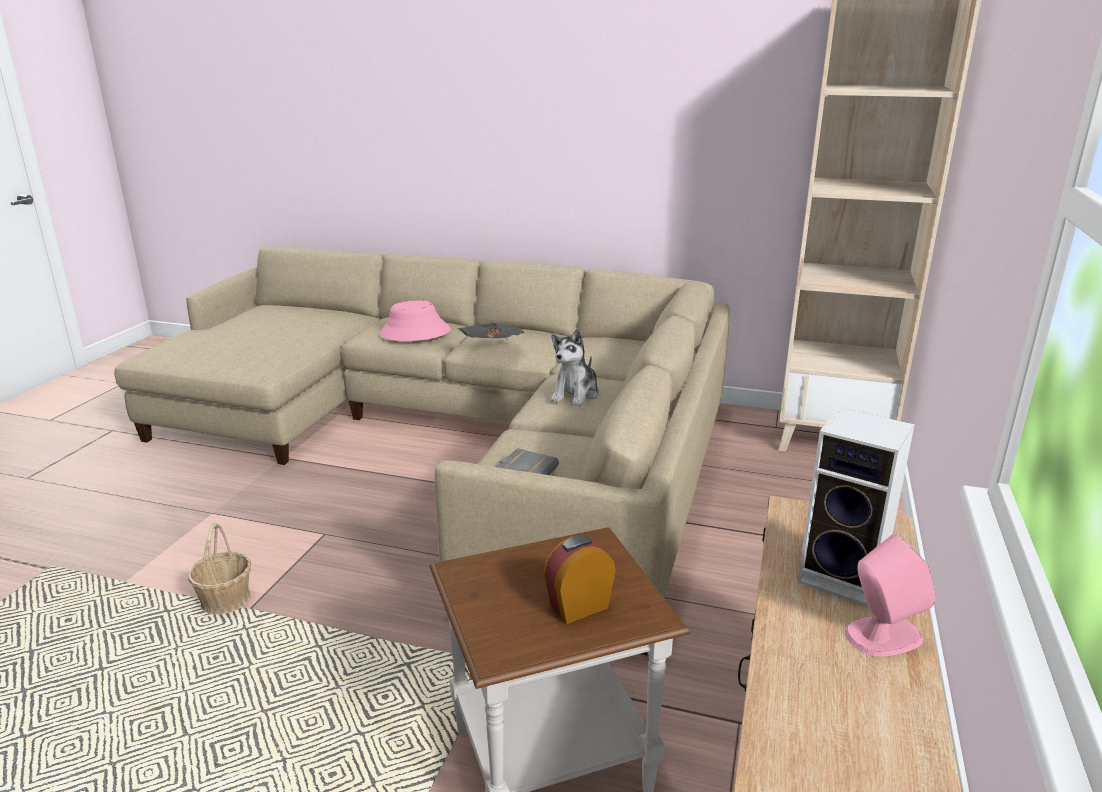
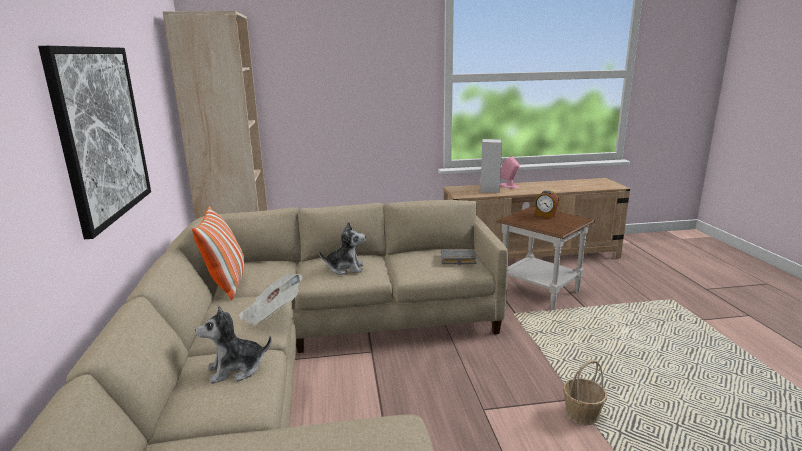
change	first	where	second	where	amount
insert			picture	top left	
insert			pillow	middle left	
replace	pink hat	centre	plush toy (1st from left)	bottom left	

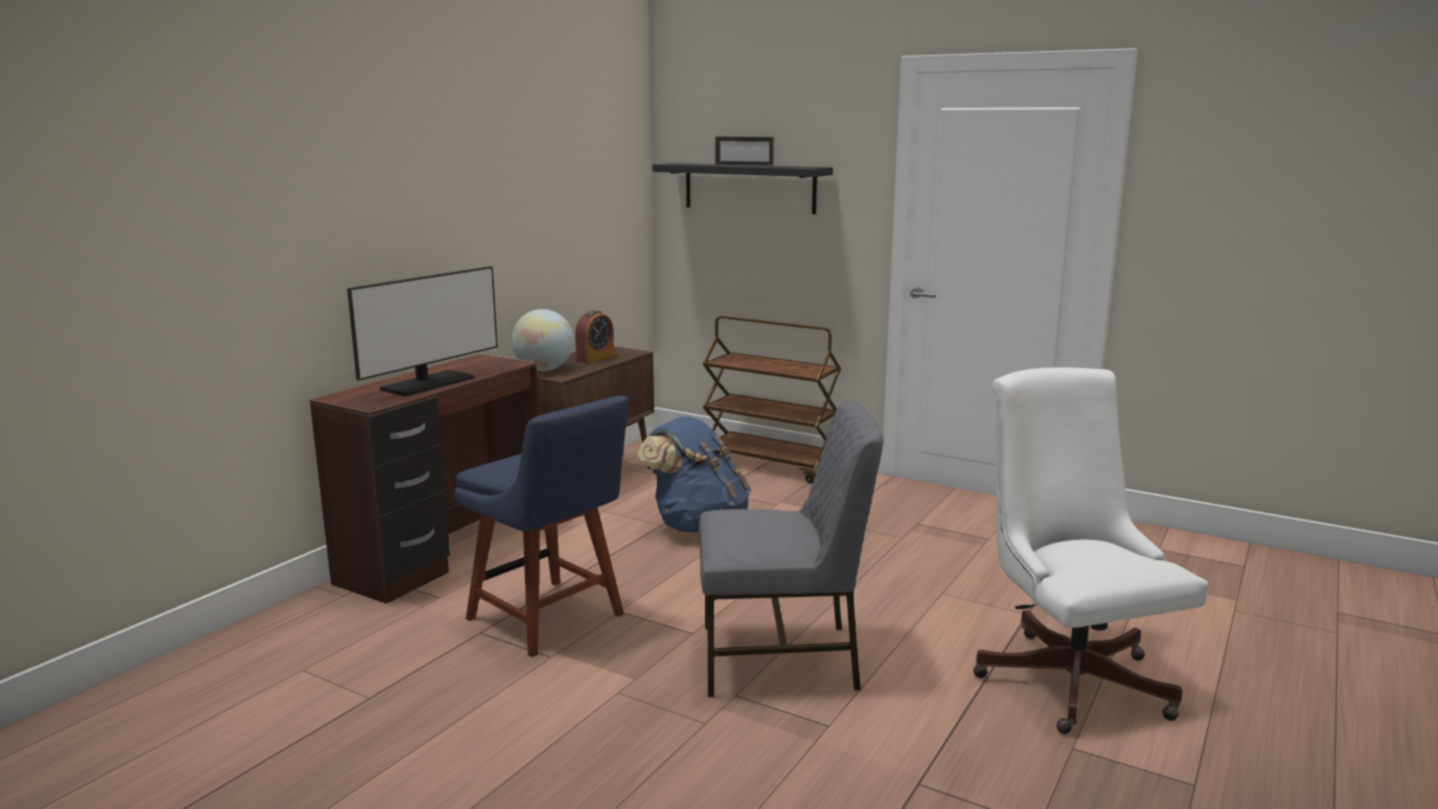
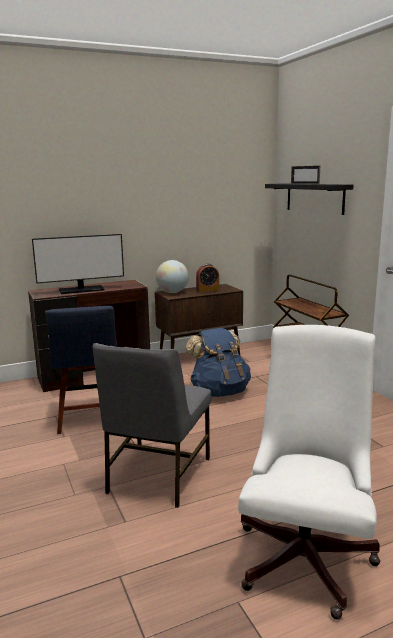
change	first	where	second	where	amount
rotate	grey chair	bottom centre		centre	75 degrees clockwise

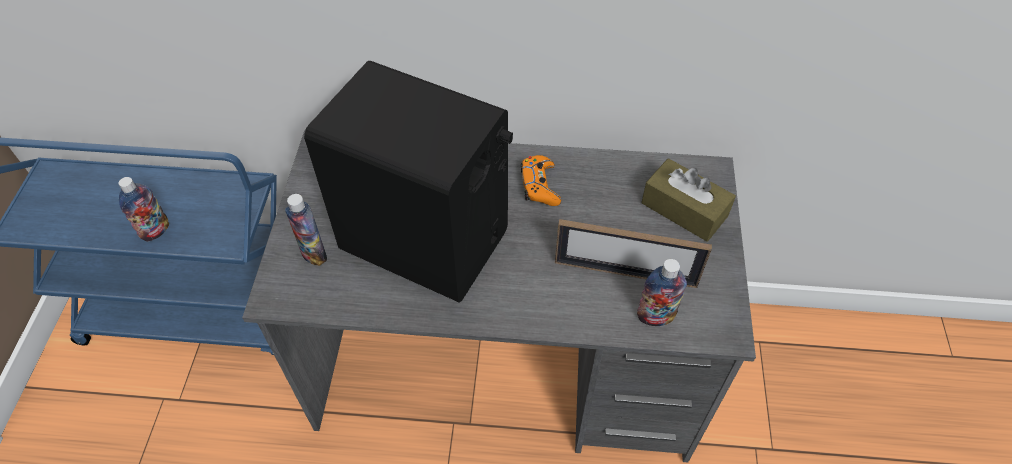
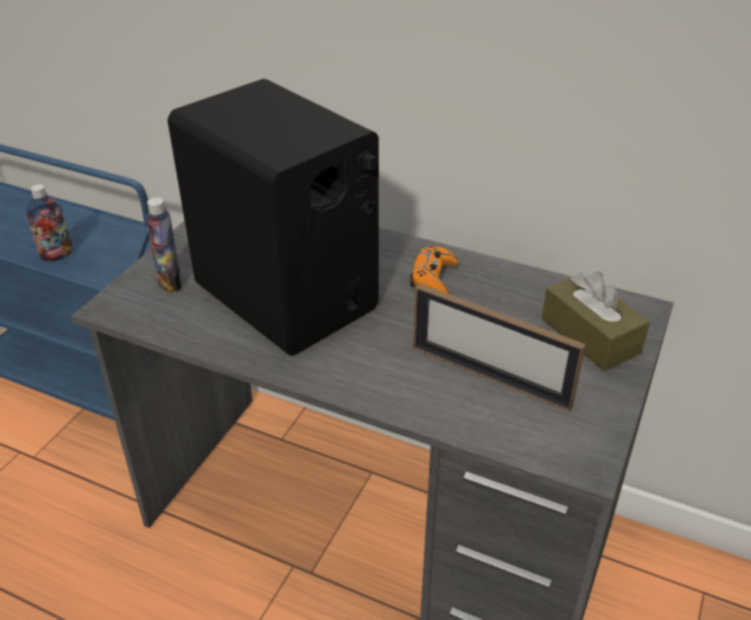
change	first	where	second	where	amount
delete	bottle (3rd from left)	centre			

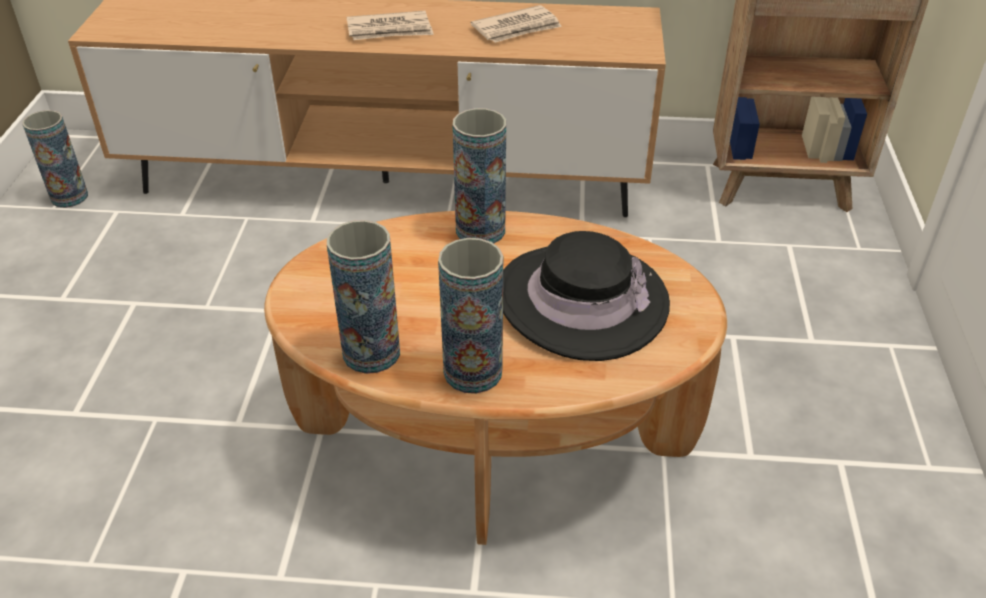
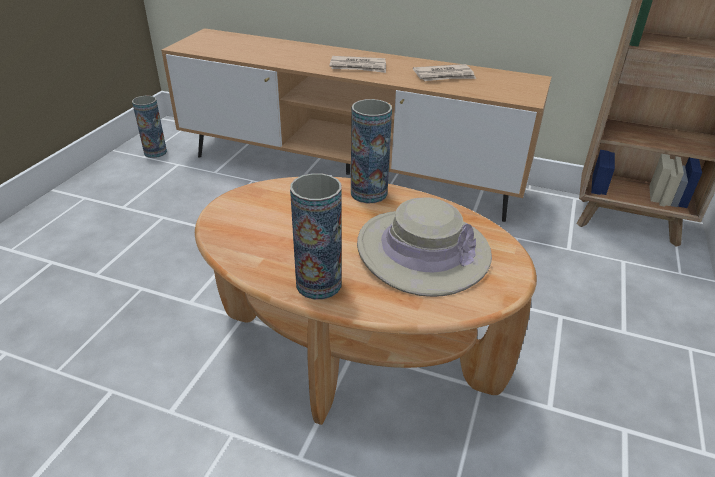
change	first	where	second	where	amount
recolor	black hat	centre	beige hat	centre	
delete	vase (2nd from left)	centre			

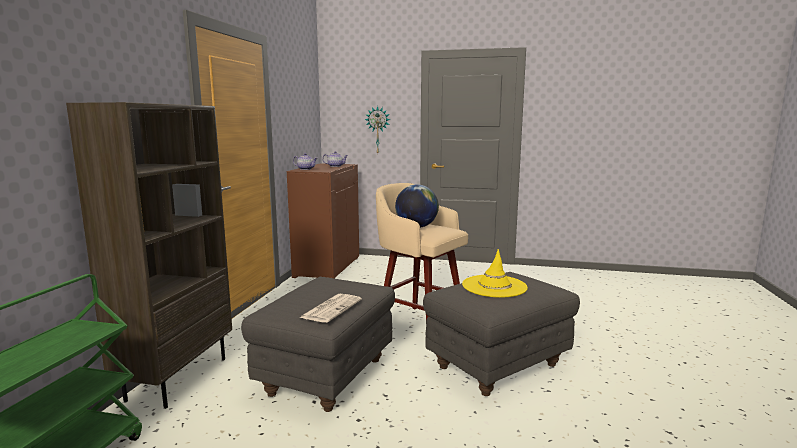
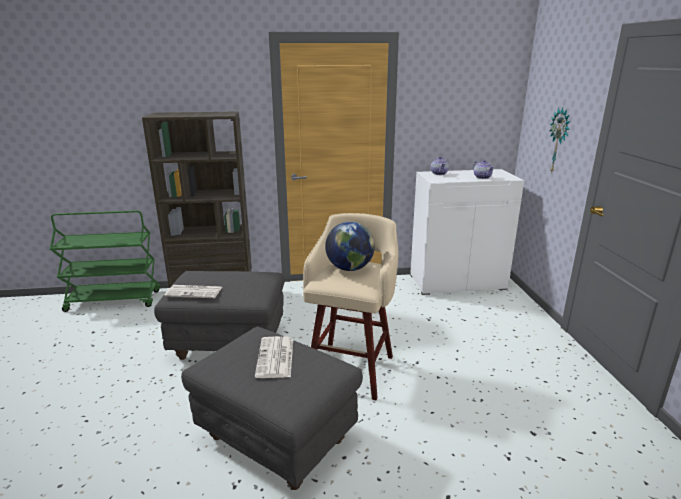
change	first	where	second	where	amount
replace	yellow hat	centre	newspaper (2nd from left)	bottom centre	
recolor	brown cabinet	centre	white cabinet	middle right	

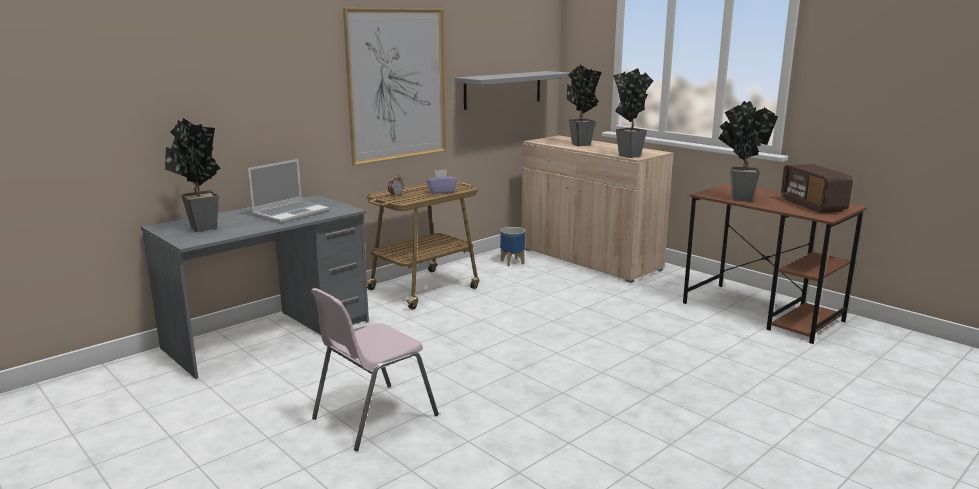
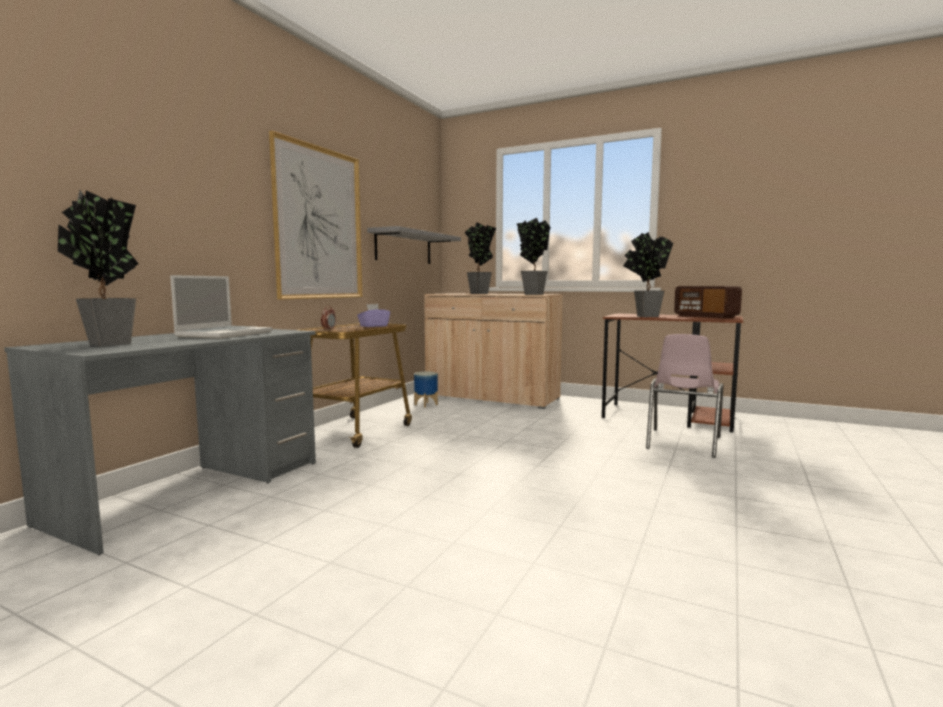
change	first	where	second	where	amount
move	pink chair	bottom centre		middle right	

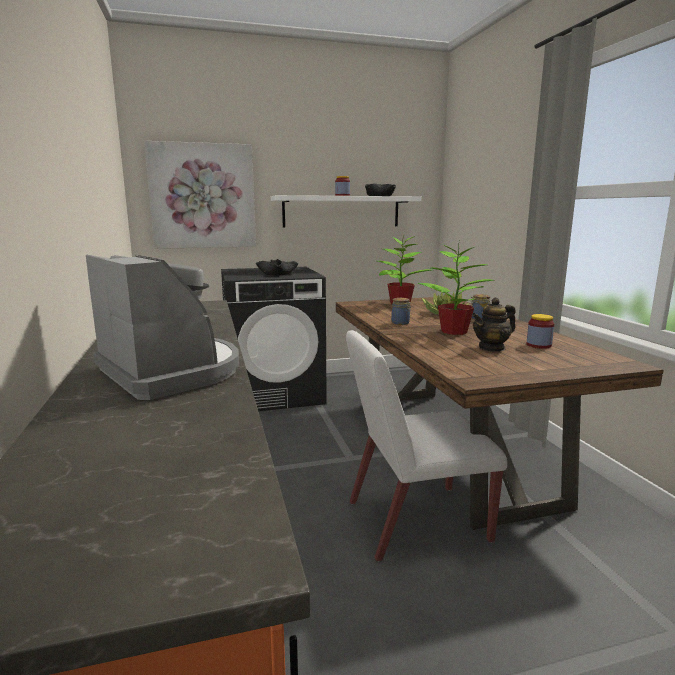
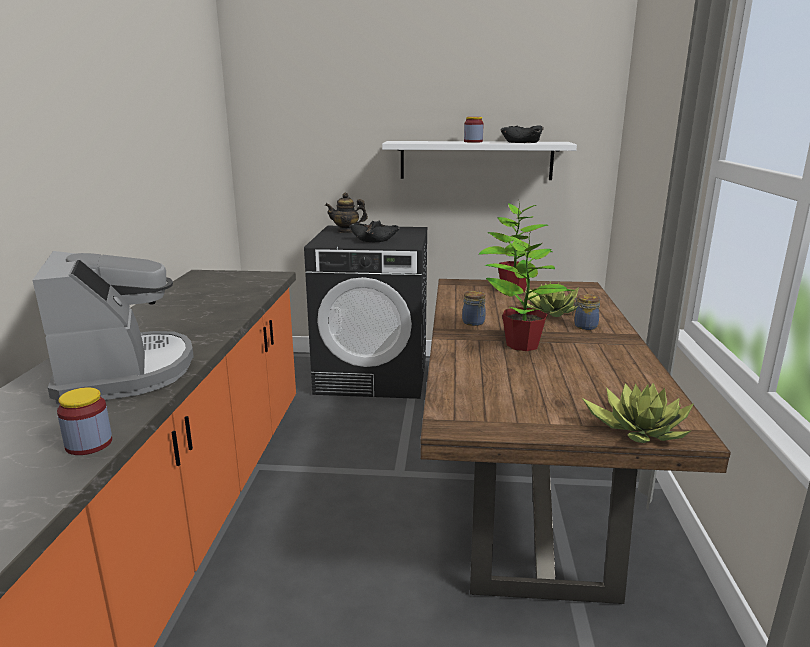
change	first	where	second	where	amount
move	jar (4th from left in the first image)	middle right	jar (1st from left)	middle left	
move	teapot	middle right		top centre	
insert			potted plant (4th from left)	middle right	
delete	picture	top left			
delete	white chair	centre			

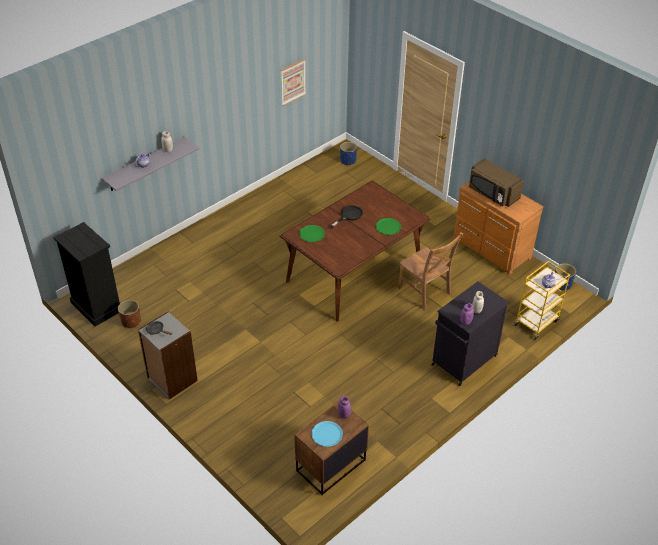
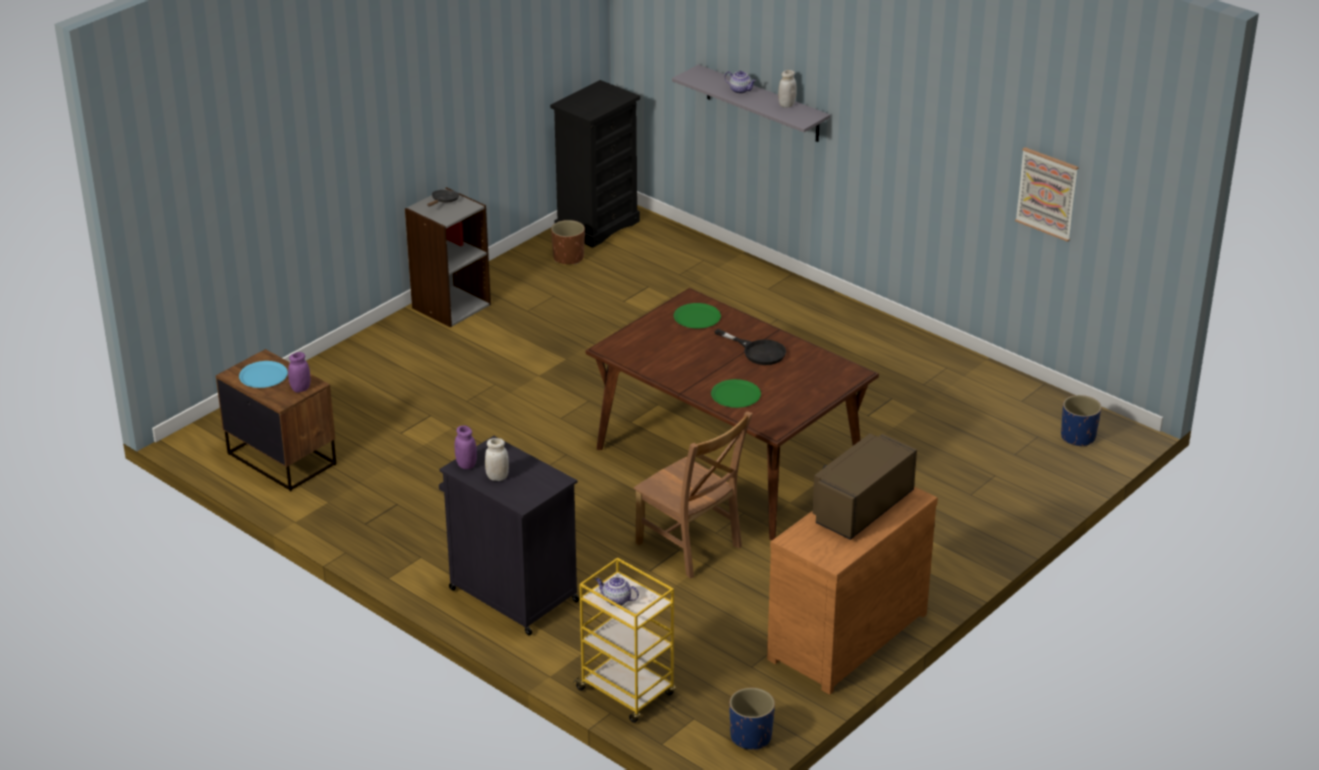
change	first	where	second	where	amount
rotate	brown chair	centre		centre	90 degrees counterclockwise

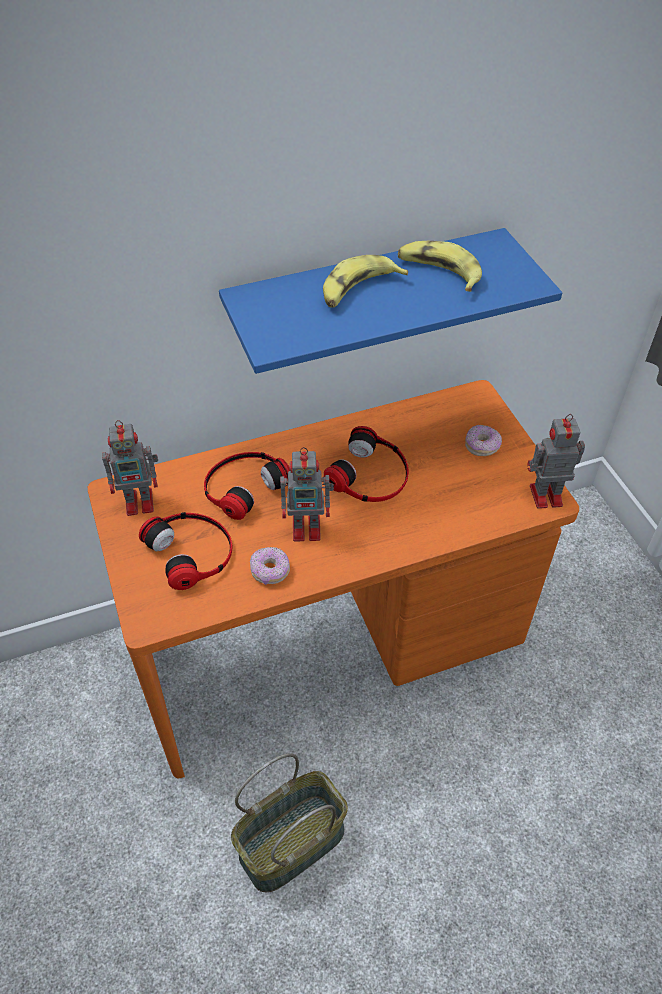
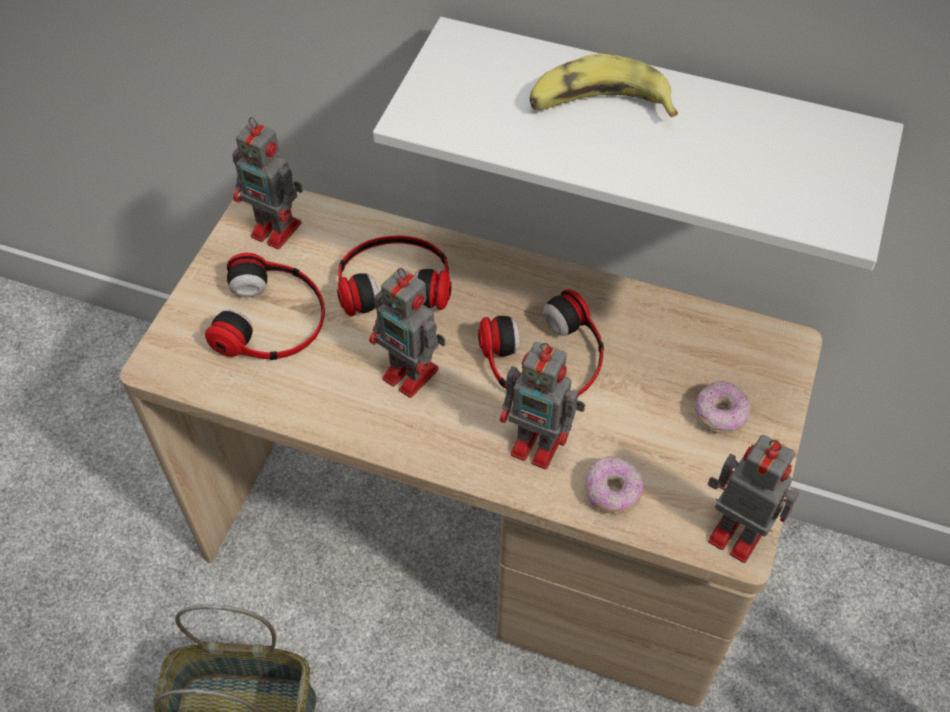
change	first	where	second	where	amount
recolor	orange desk	centre	beige desk	centre	
recolor	blue shelf	top centre	white shelf	top right	
insert			toy robot (3rd from left)	centre	
move	donut (1st from left)	centre		bottom centre	
delete	banana (2nd from left)	top centre			

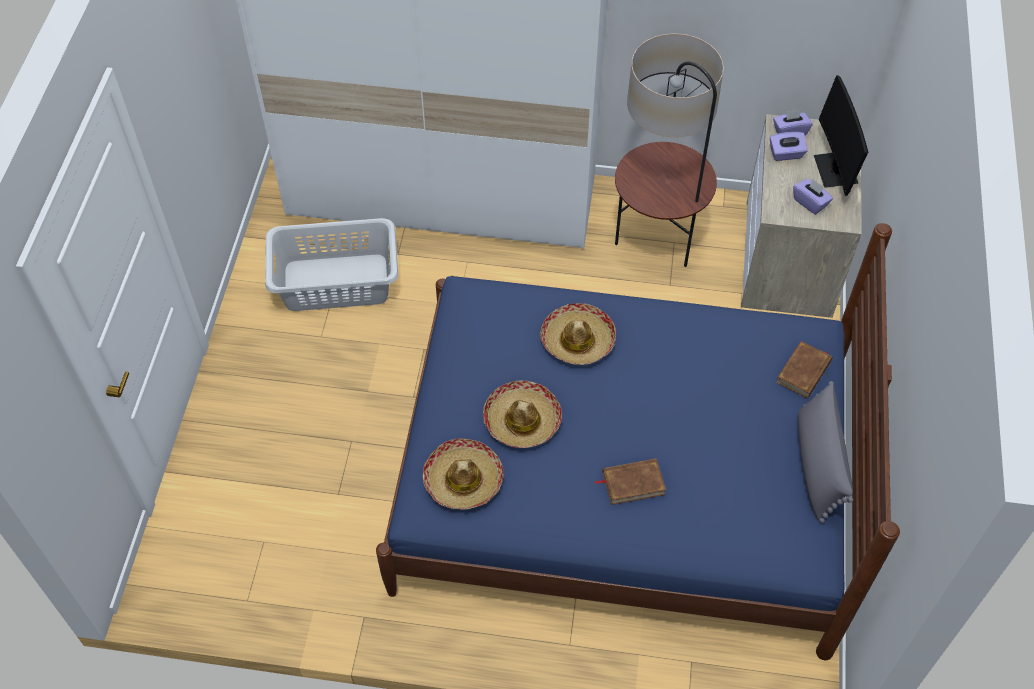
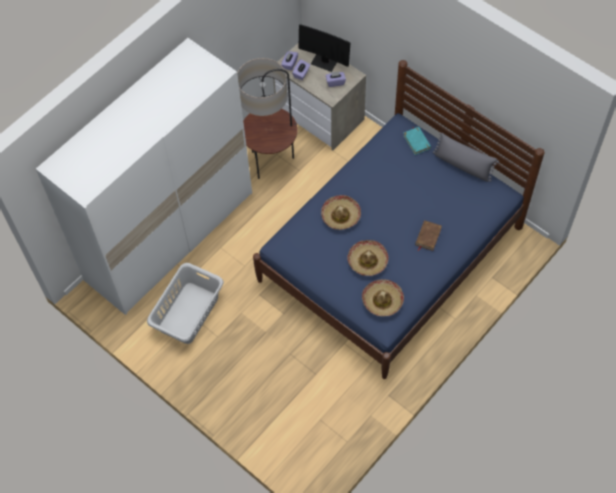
change	first	where	second	where	amount
recolor	brown book (2nd from left)	middle right	turquoise book	top right	

